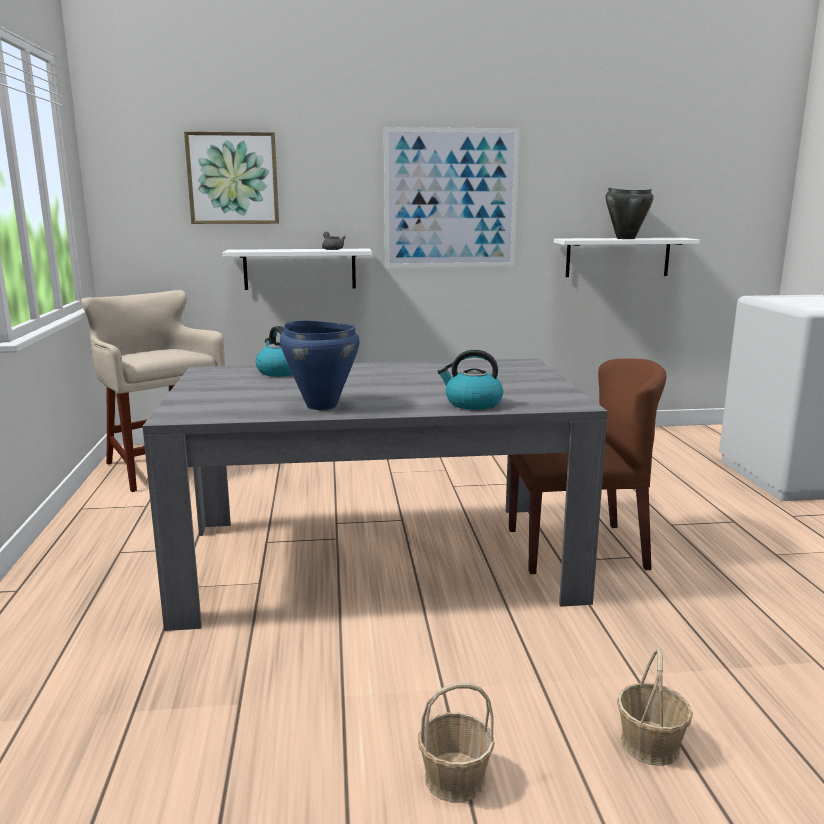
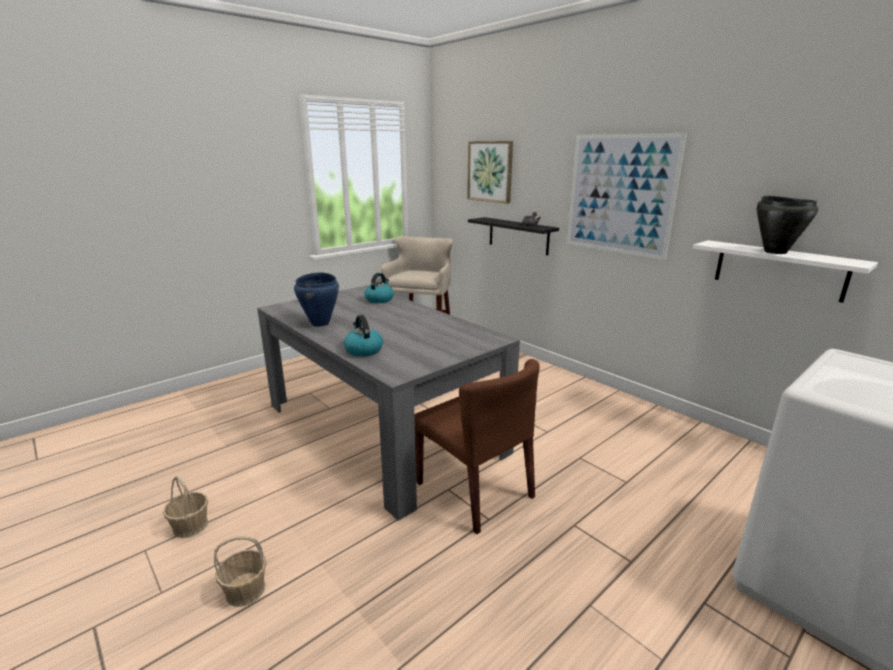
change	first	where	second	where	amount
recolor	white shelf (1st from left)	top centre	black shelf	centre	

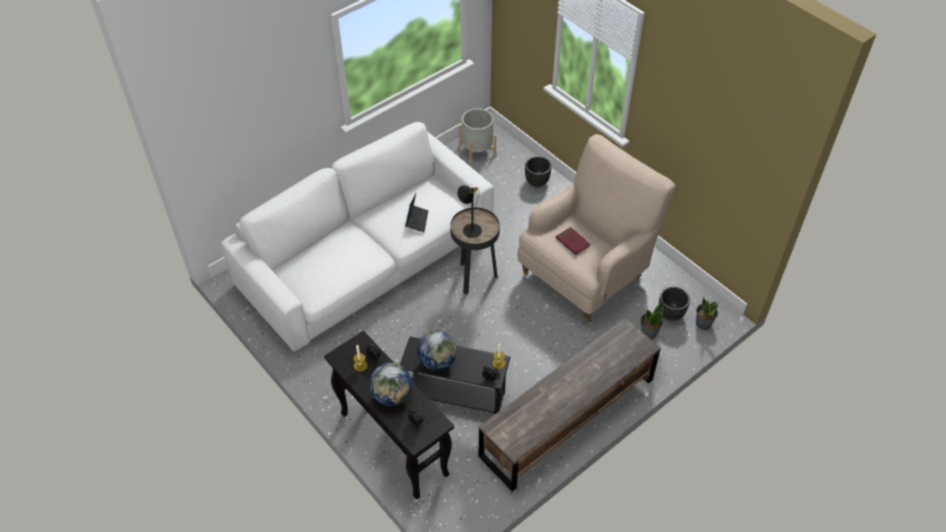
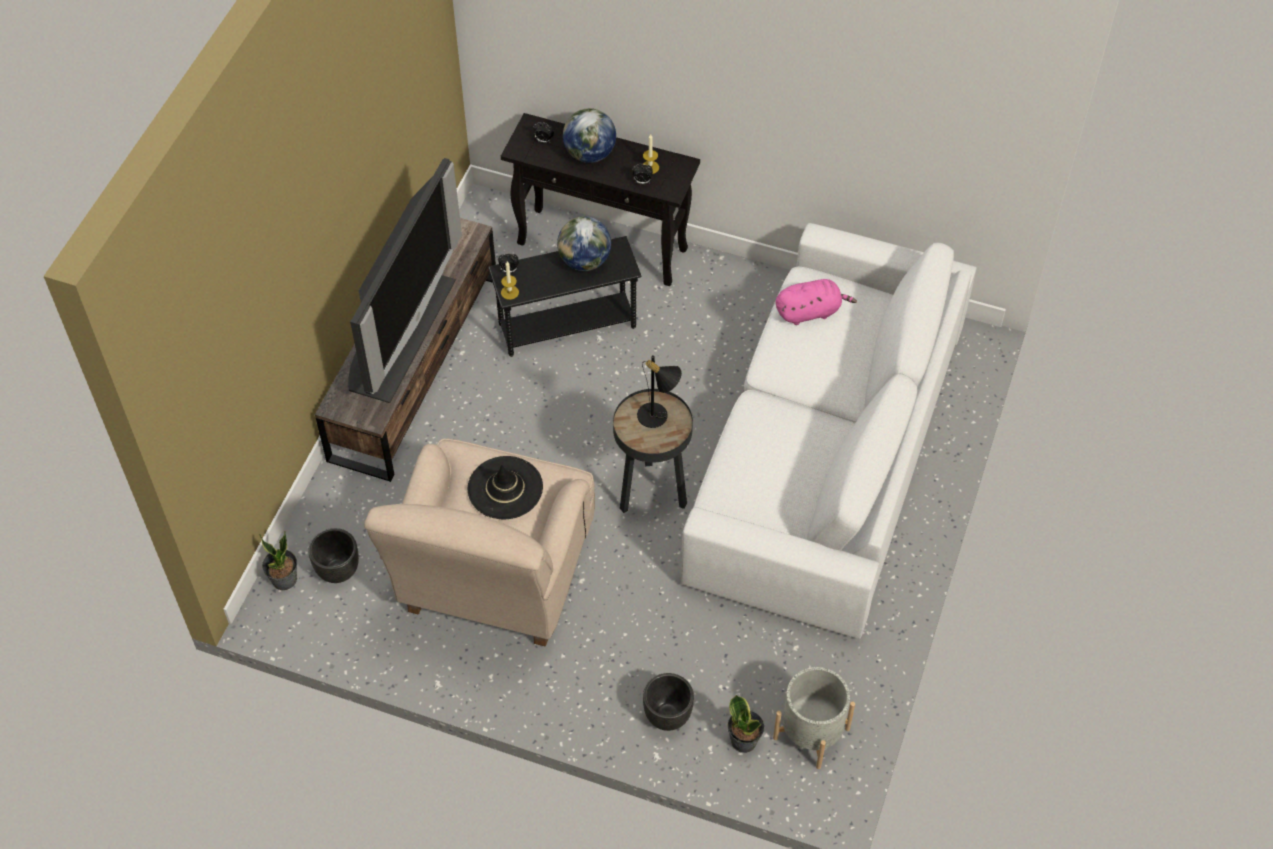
change	first	where	second	where	amount
insert			television	top left	
replace	red book	centre	black hat	centre	
move	potted plant (1st from left in the first image)	middle right	potted plant (2nd from left)	bottom centre	
insert			pink plush toy	centre	
delete	laptop	centre			

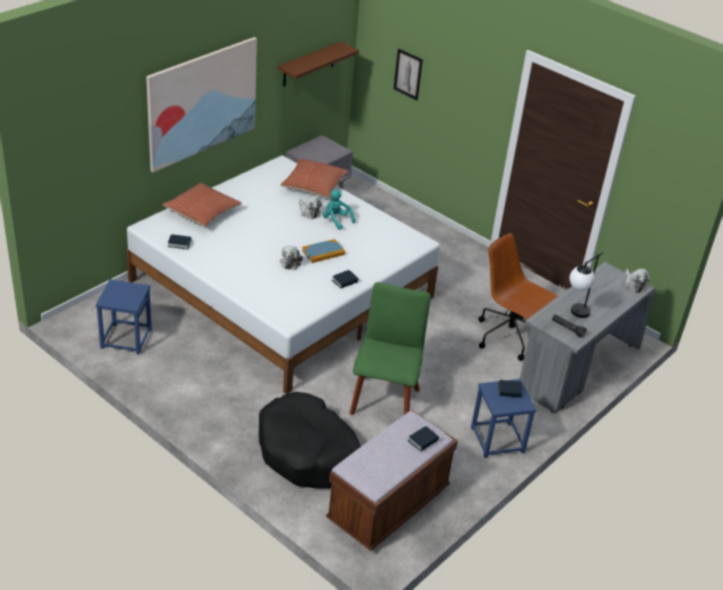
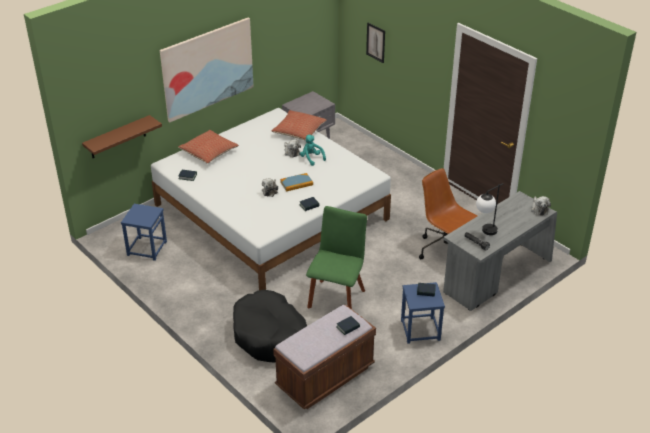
change	first	where	second	where	amount
move	brown shelf	top centre		top left	

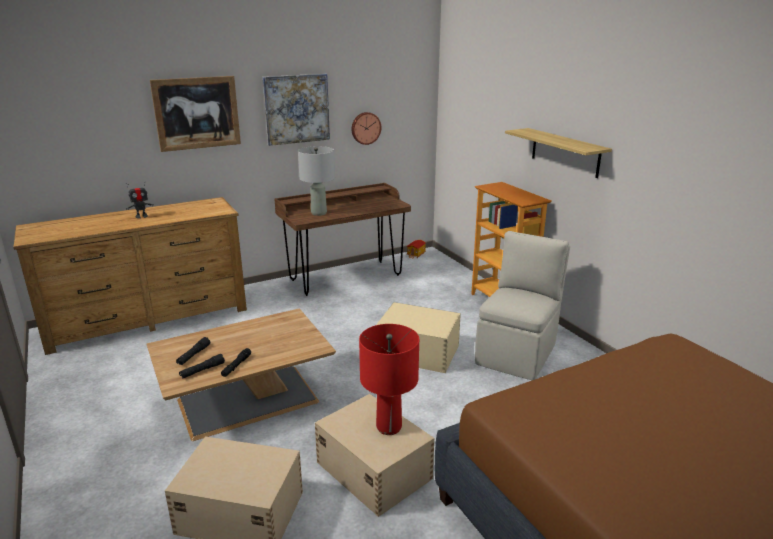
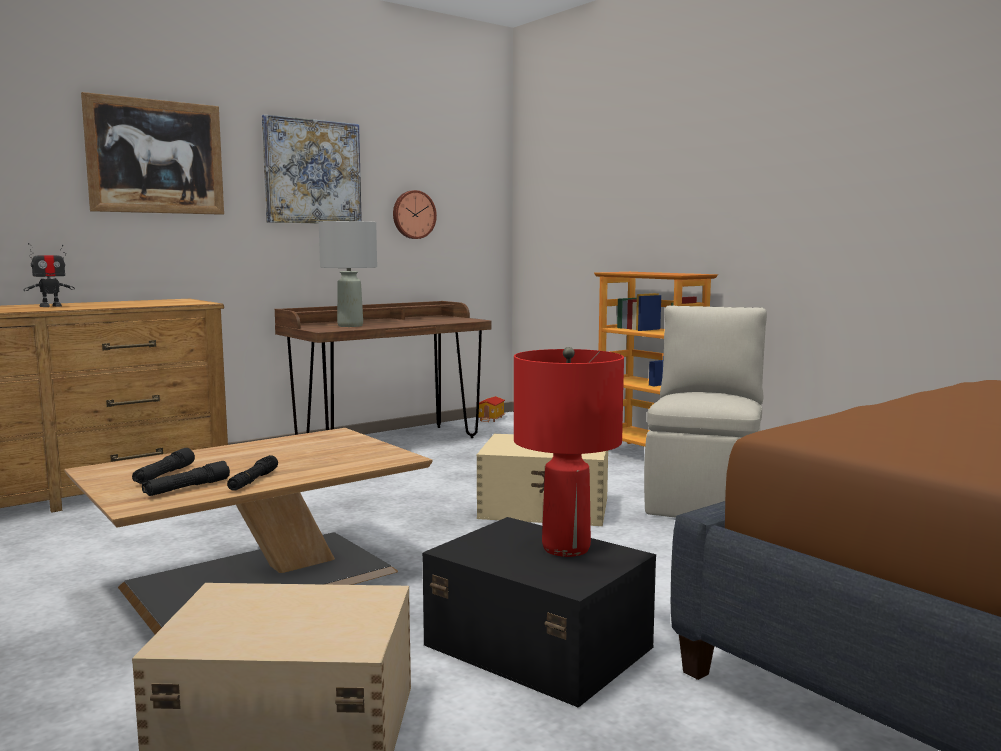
change	first	where	second	where	amount
recolor	beige storage box (2nd from left)	bottom centre	black storage box	bottom centre	
delete	shelf	top right			

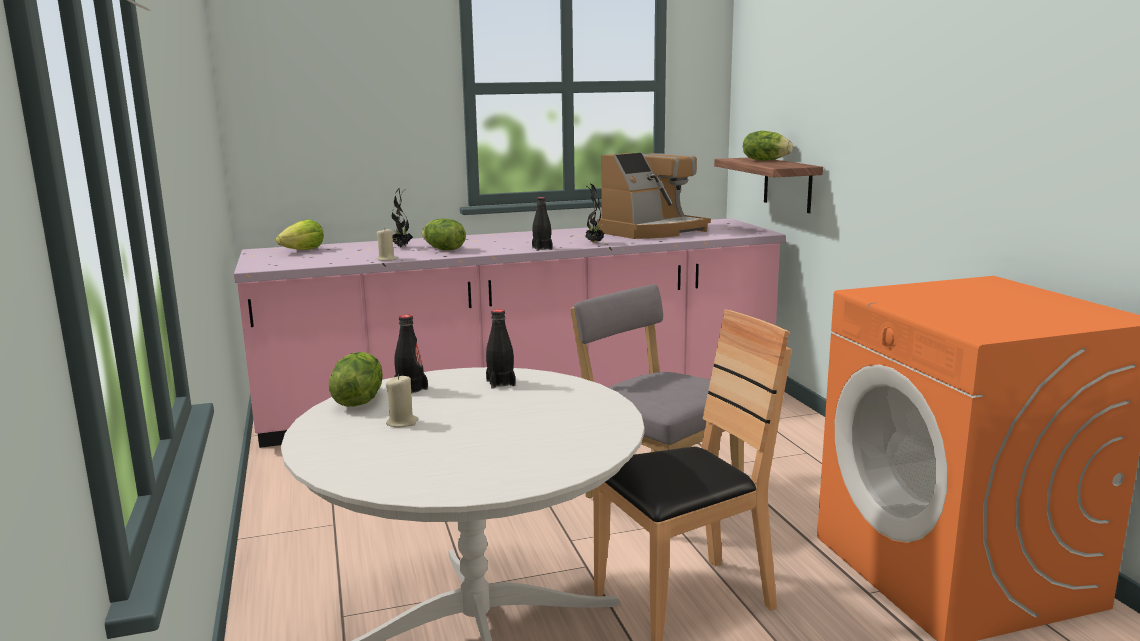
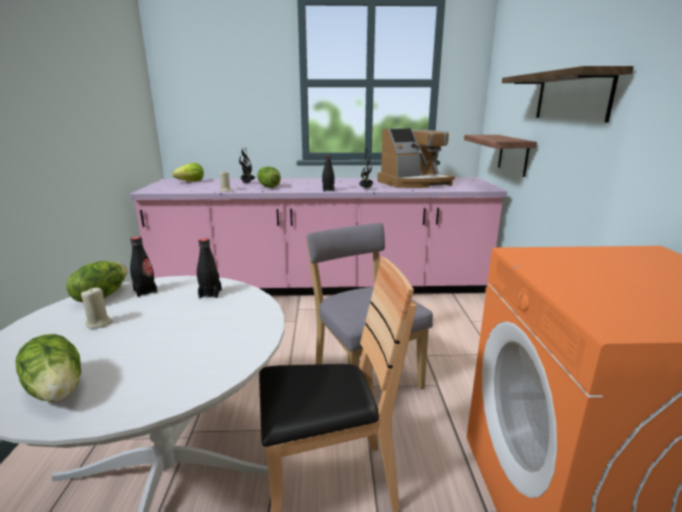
change	first	where	second	where	amount
move	lettuce (4th from left in the first image)	top right	lettuce (1st from left)	bottom left	
insert			shelf (2nd from left)	top right	

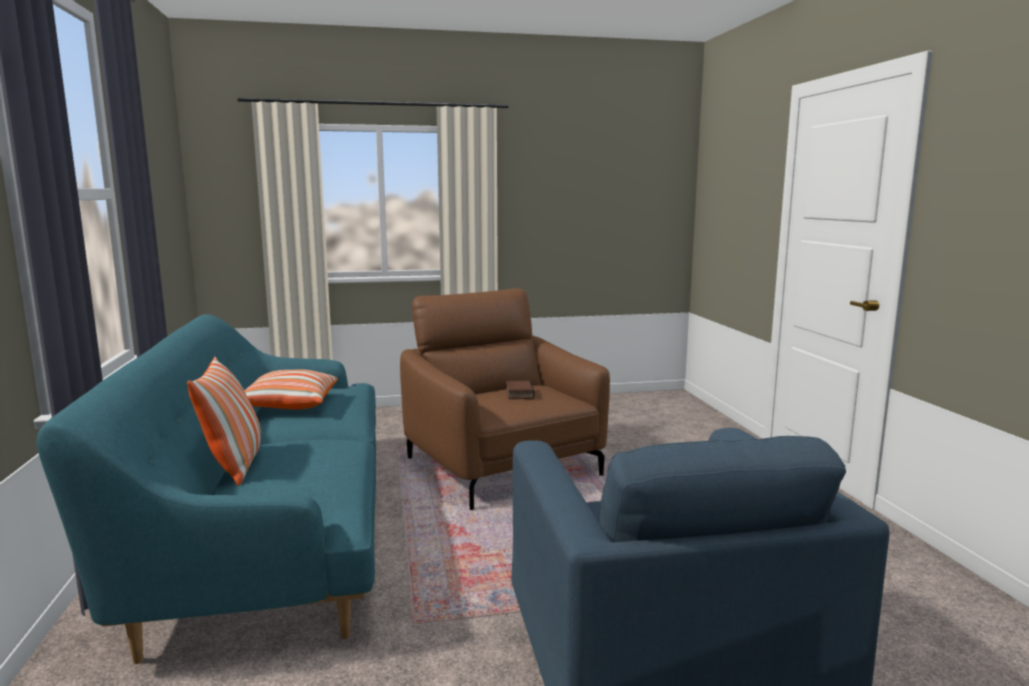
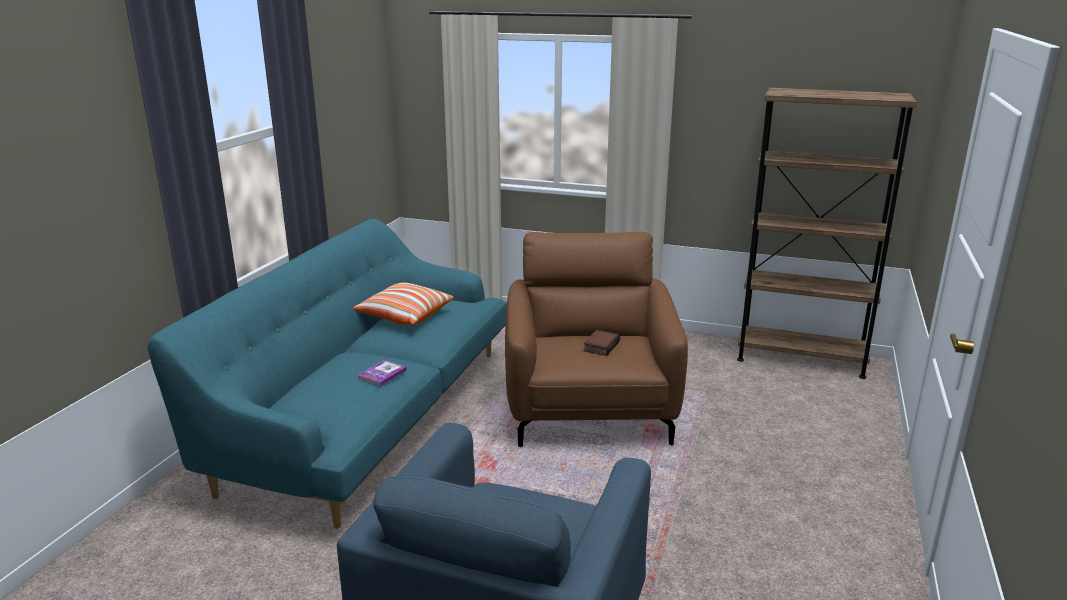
change	first	where	second	where	amount
insert			book (1st from left)	centre	
insert			brown bookcase	middle right	
delete	pillow (1st from left)	middle left			

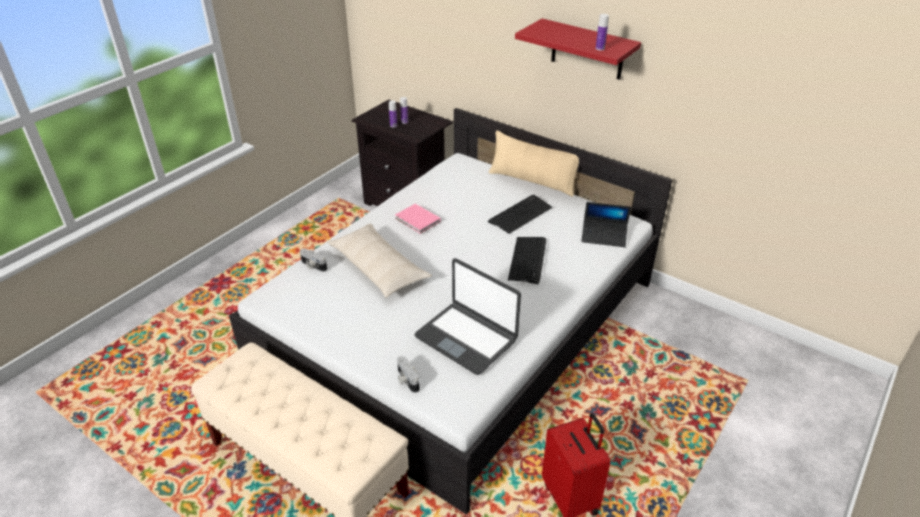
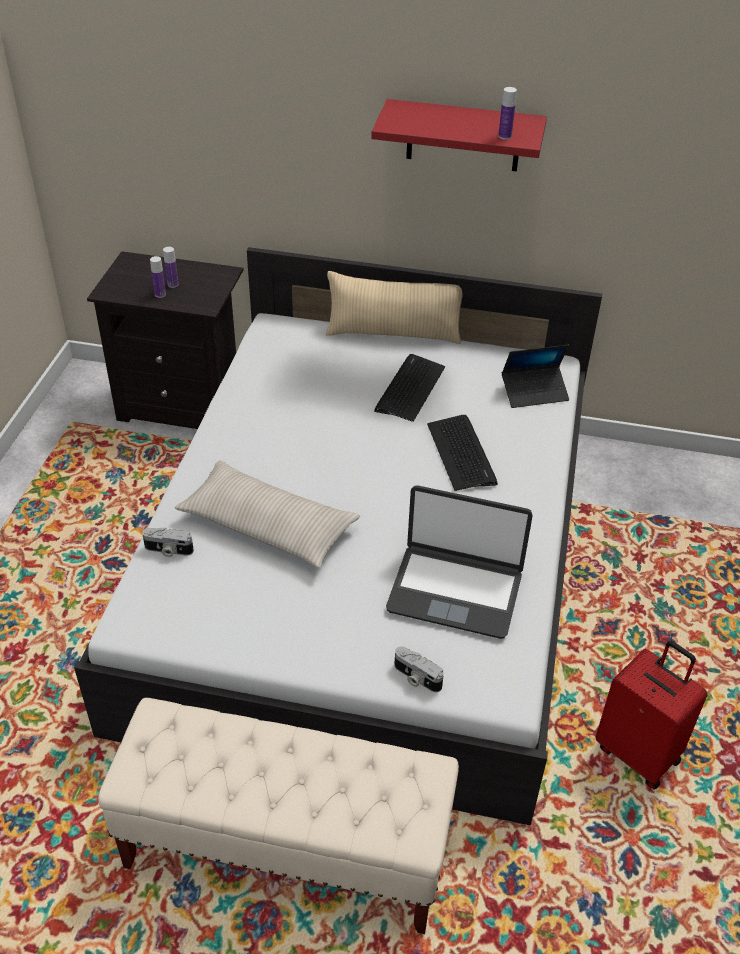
change	first	where	second	where	amount
delete	pink book	centre			

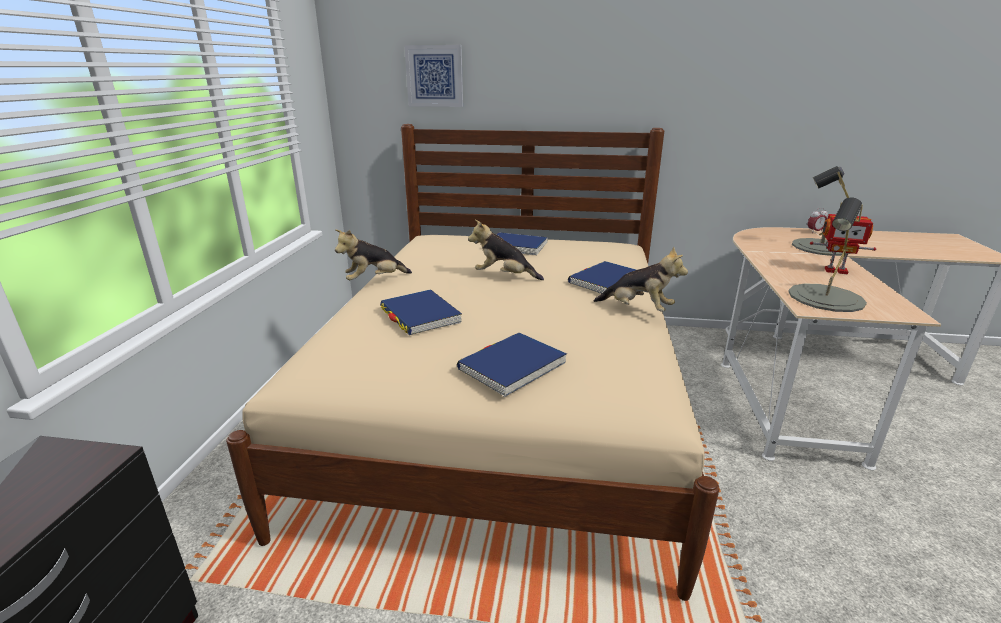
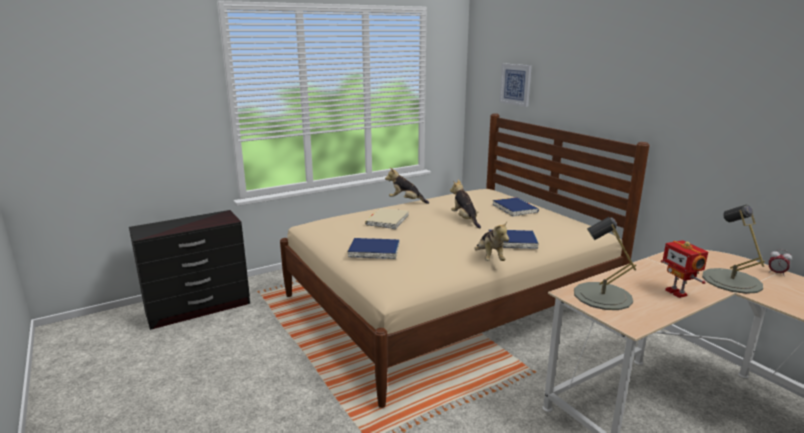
change	first	where	second	where	amount
recolor	blue book (1st from left)	centre	beige book	centre	

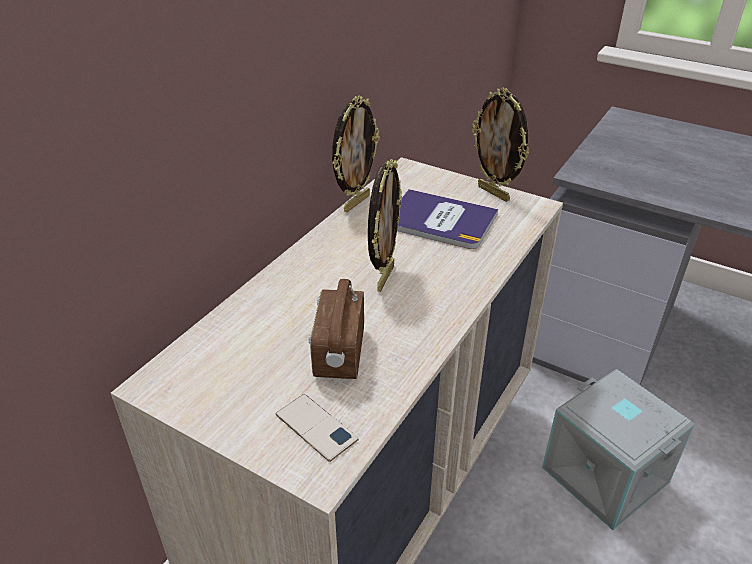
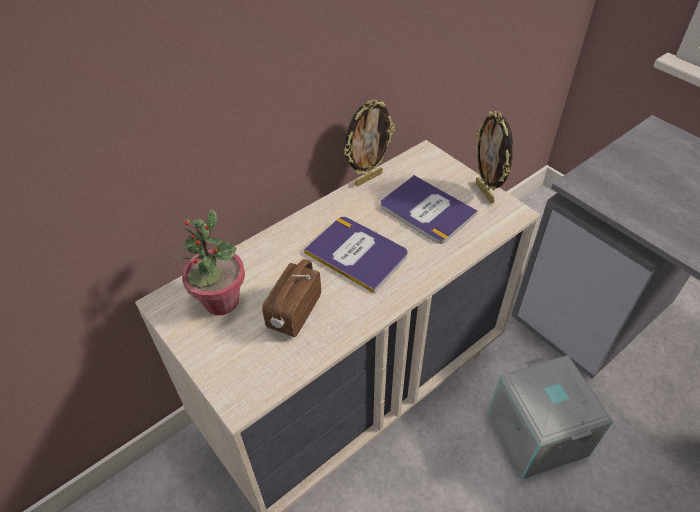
change	first	where	second	where	amount
insert			potted plant	middle left	
replace	picture frame (2nd from left)	centre	book (1st from left)	centre	
delete	phone	bottom centre			

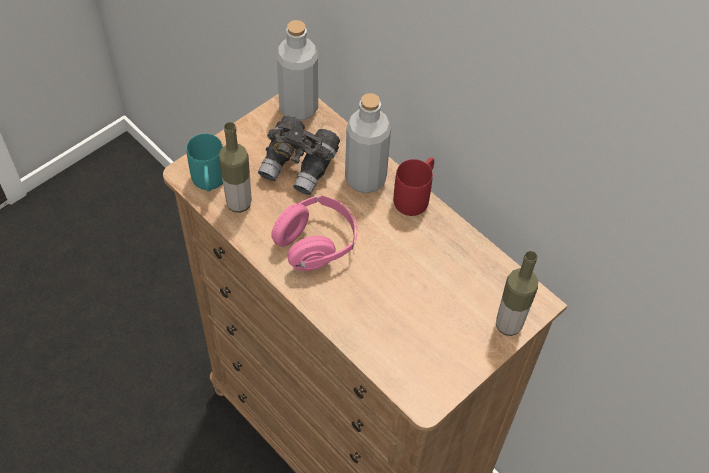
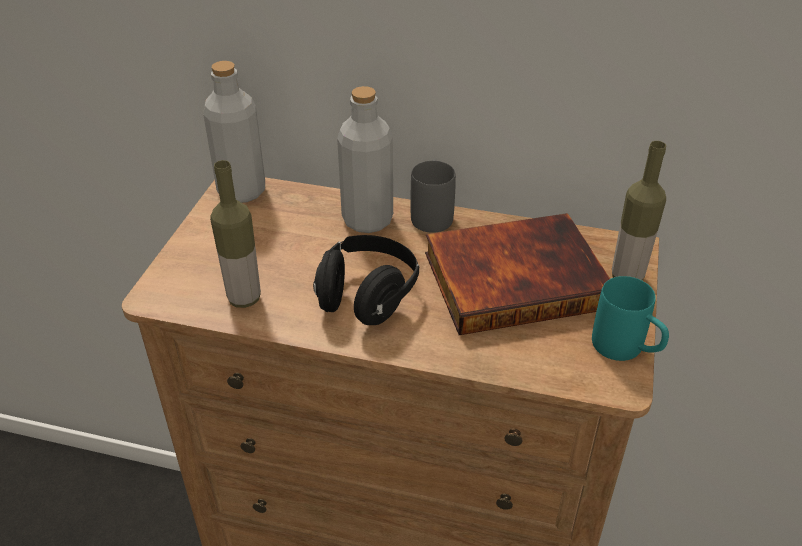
change	first	where	second	where	amount
recolor	pink headphones	centre	black headphones	centre	
recolor	red mug	centre	grey mug	centre	
insert			book	centre	
move	turquoise mug	middle left		middle right	
delete	grey binoculars	top centre			

